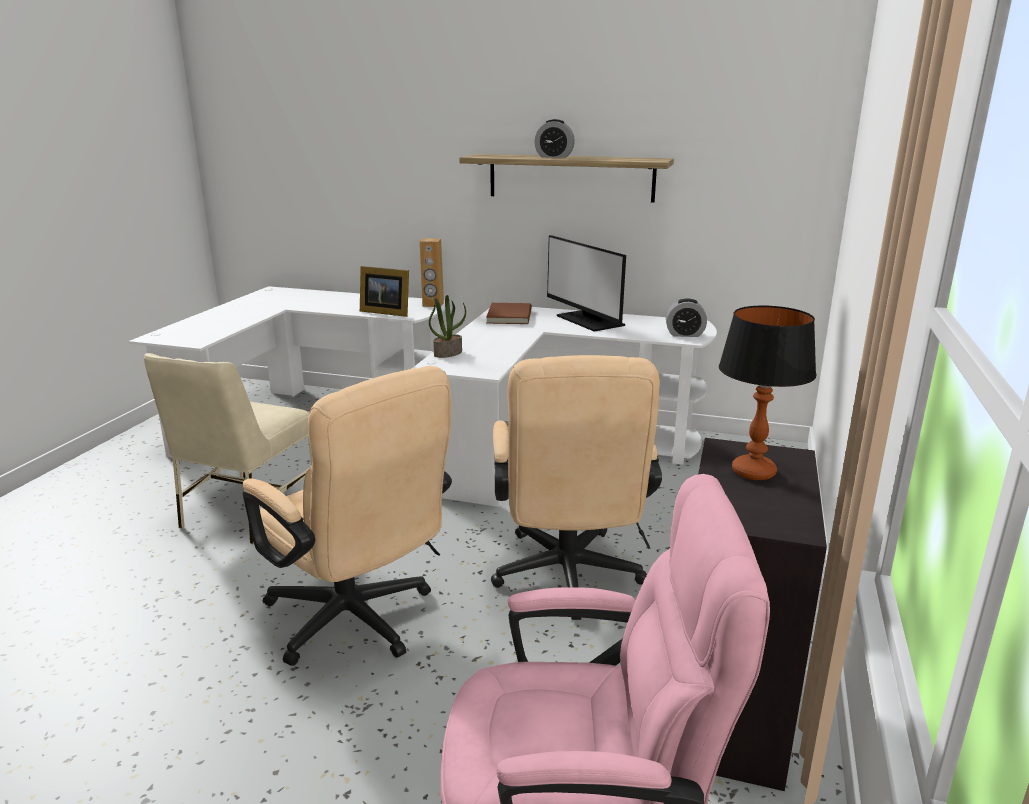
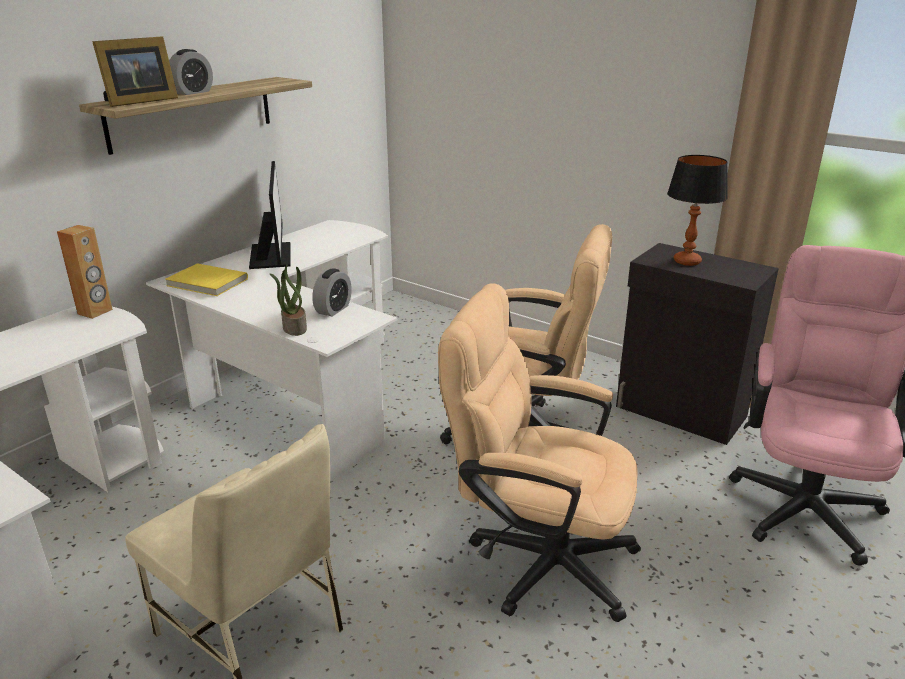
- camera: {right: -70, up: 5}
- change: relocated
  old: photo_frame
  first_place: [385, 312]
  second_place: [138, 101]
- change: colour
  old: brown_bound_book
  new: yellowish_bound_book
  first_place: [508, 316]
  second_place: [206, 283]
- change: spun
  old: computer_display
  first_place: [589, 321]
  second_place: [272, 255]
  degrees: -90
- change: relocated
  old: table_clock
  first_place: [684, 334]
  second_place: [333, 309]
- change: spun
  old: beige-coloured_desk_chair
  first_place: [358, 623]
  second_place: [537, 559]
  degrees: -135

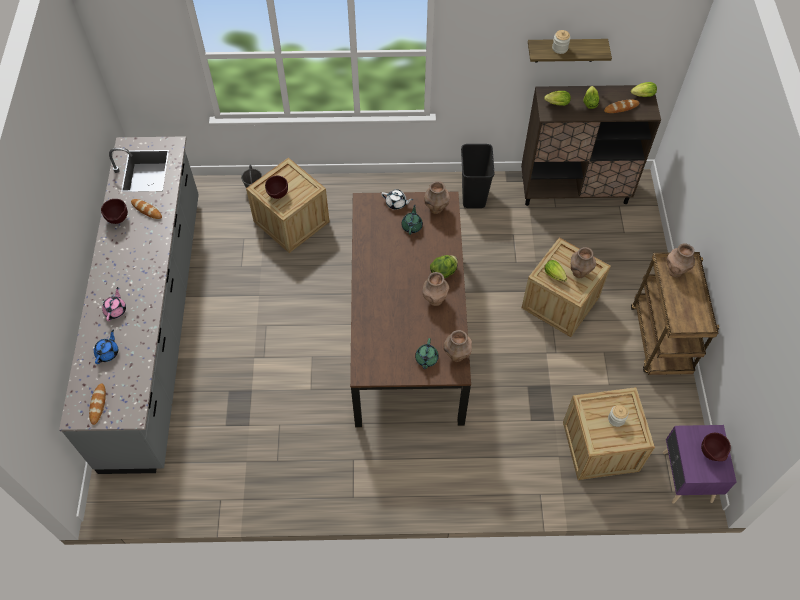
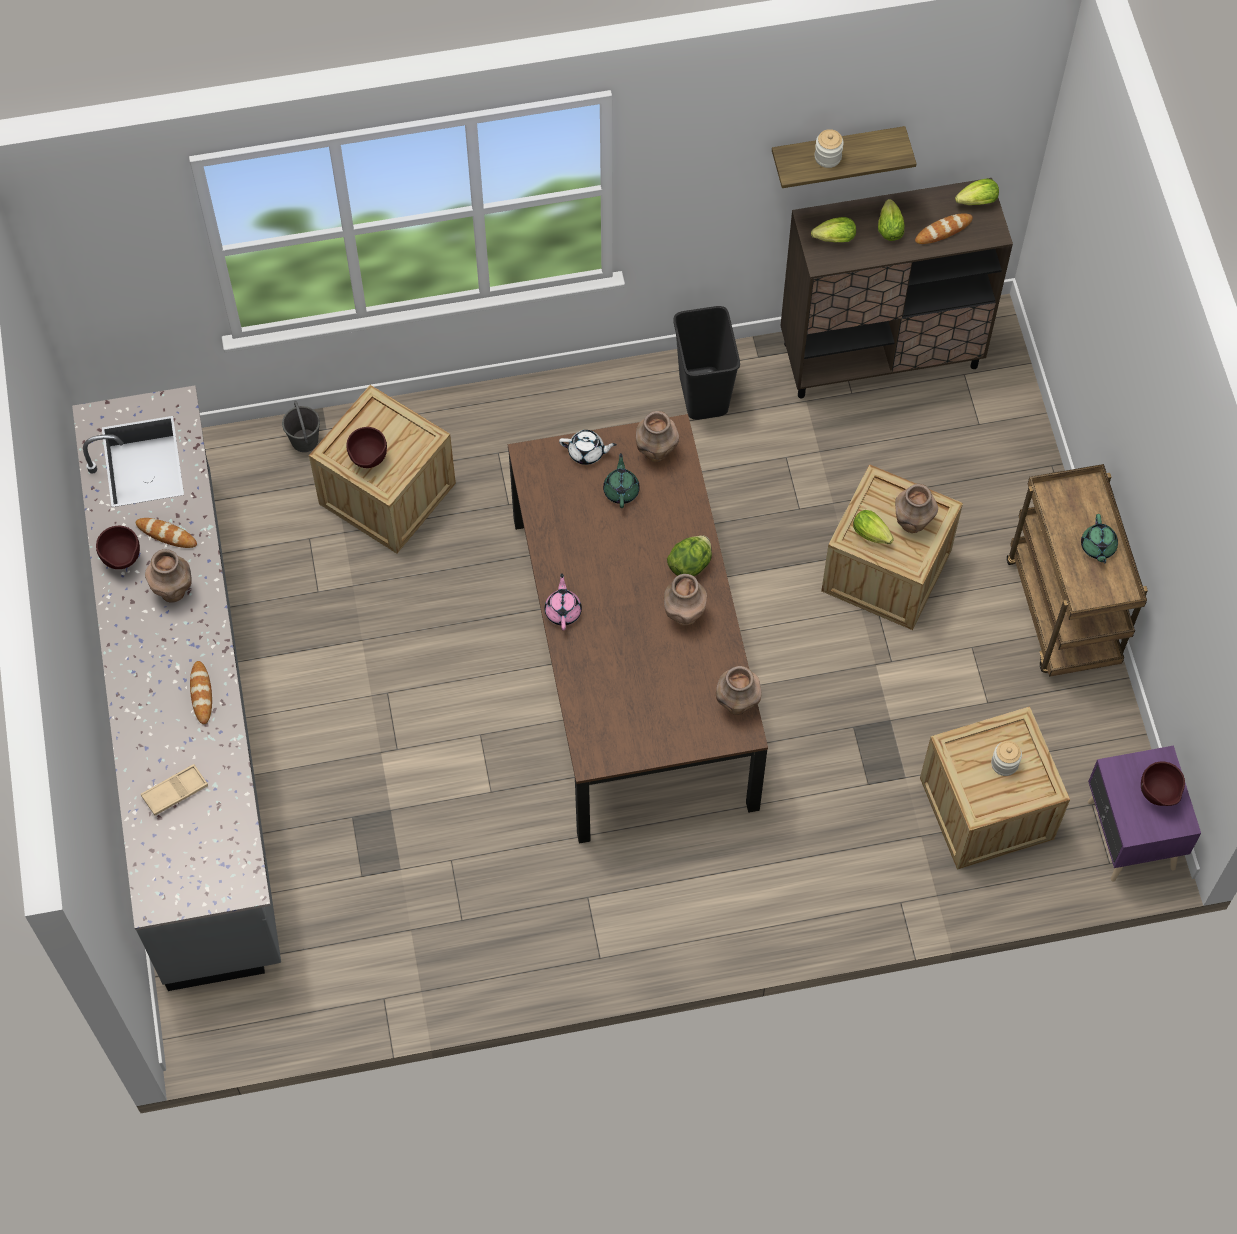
- camera: {right: -10, up: 5}
- change: exchanged
  old: blue_pot_for_tea
  new: beige-coloured_serving_tray
  first_place: [108, 352]
  second_place: [175, 792]
- change: relocated
  old: brown_decorative_vase
  first_place: [675, 271]
  second_place: [173, 591]
- change: relocated
  old: baked_bread
  first_place: [98, 404]
  second_place: [201, 694]
- change: relocated
  old: pinkish_pot_for_tea
  first_place: [116, 310]
  second_place: [563, 611]
- change: relocated
  old: greenish_pot_for_tea
  first_place: [426, 359]
  second_place: [1098, 547]

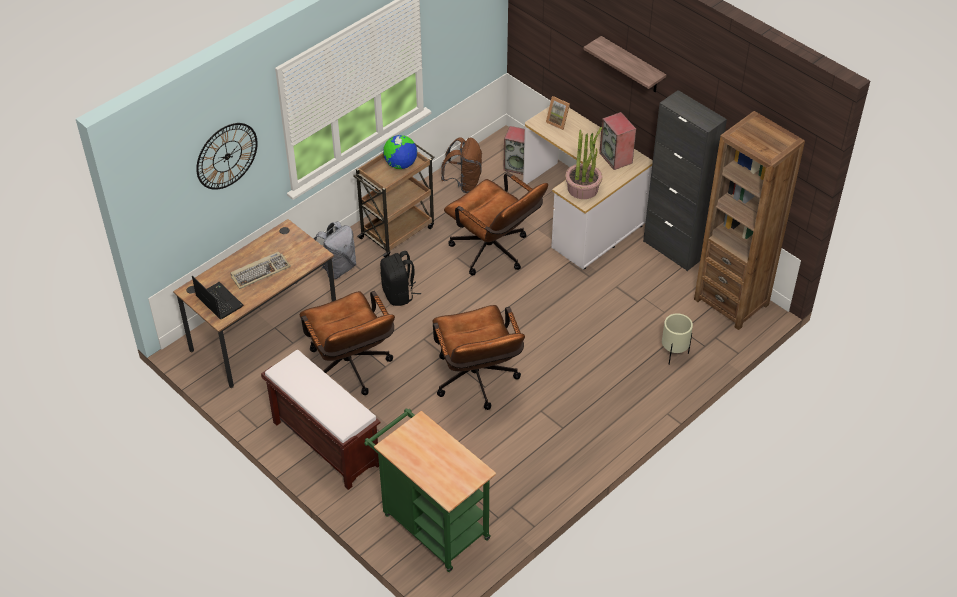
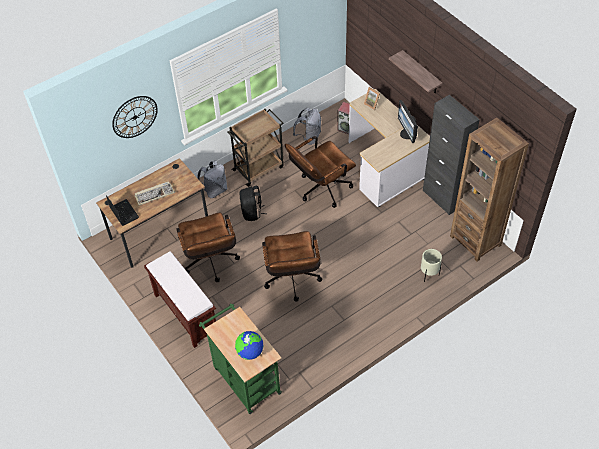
- camera: {right: 10, up: 5}
- change: relocated
  old: globe
  first_place: [400, 164]
  second_place: [250, 352]
- change: spun
  old: brown_desk_chair
  first_place: [494, 254]
  second_place: [320, 190]
  degrees: 90
- change: colour
  old: brown_backpack
  new: grey_backpack
  first_place: [464, 183]
  second_place: [309, 137]
- change: exchanged
  old: audio_speaker
  new: computer_display
  first_place: [616, 158]
  second_place: [407, 134]
- change: missing
  old: houseplant
  first_place: [583, 188]

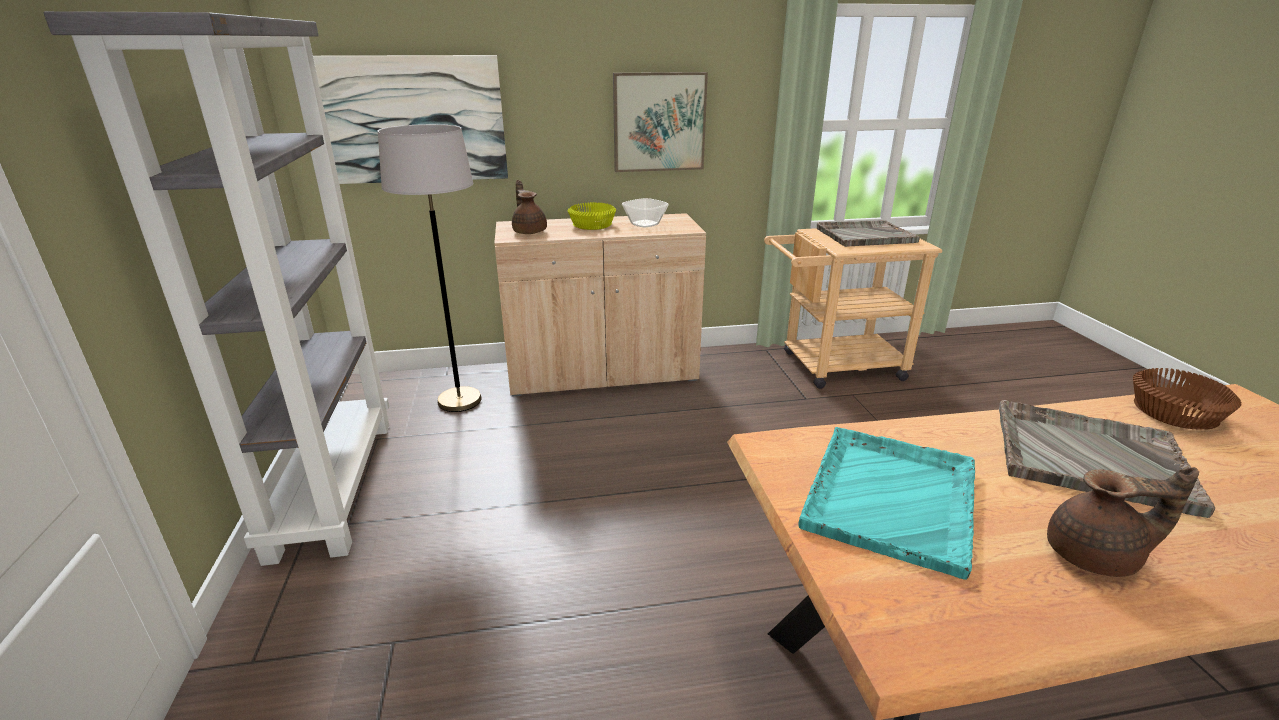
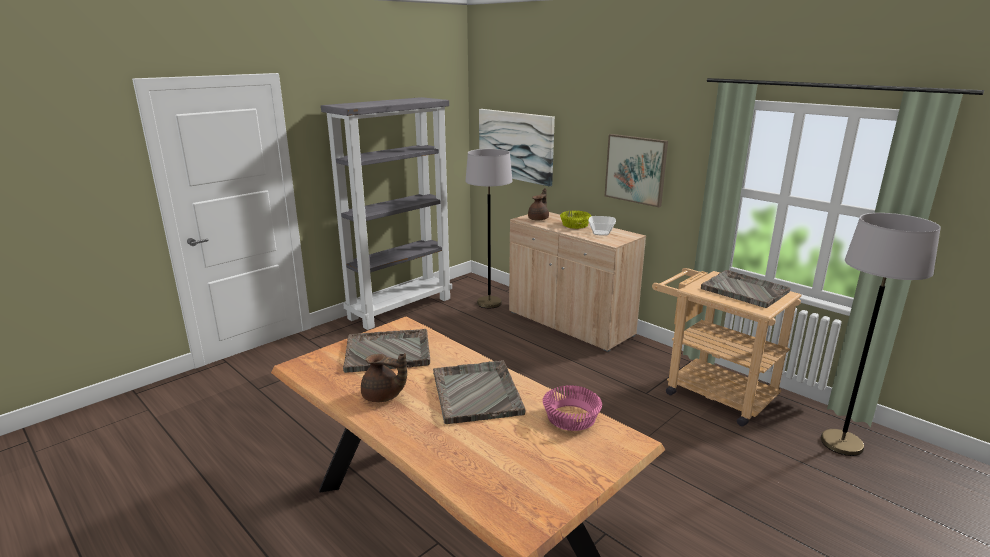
- camera: {right: 55, up: -5}
- change: colour
  old: turquoise-coloured_serving_tray
  new: grey_serving_tray
  first_place: [891, 496]
  second_place: [388, 352]
- change: spun
  old: brown_pot_for_tea
  first_place: [1095, 557]
  second_place: [383, 397]
  degrees: -45
- change: colour
  old: brown_deep_dish
  new: pinkish_deep_dish
  first_place: [1174, 412]
  second_place: [572, 417]
- change: appeared
  new: grey_standing_lamp
  second_place: [841, 443]

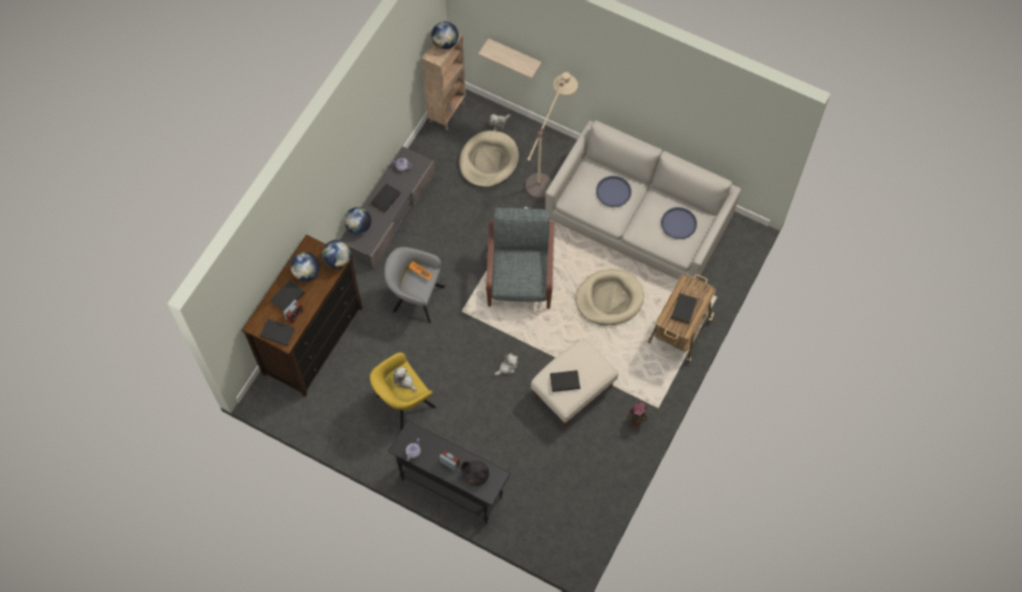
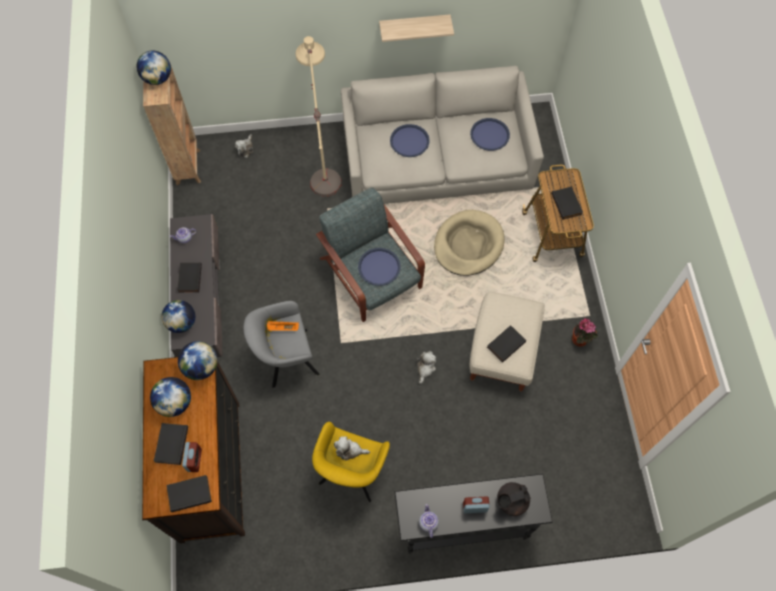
- camera: {right: -35, up: 0}
- change: appeared
  new: blue_serving_tray
  second_place: [379, 267]
- change: relocated
  old: bracket_shelf
  first_place: [514, 56]
  second_place: [414, 26]
- change: missing
  old: beige-coloured_dog_bed
  first_place: [488, 161]

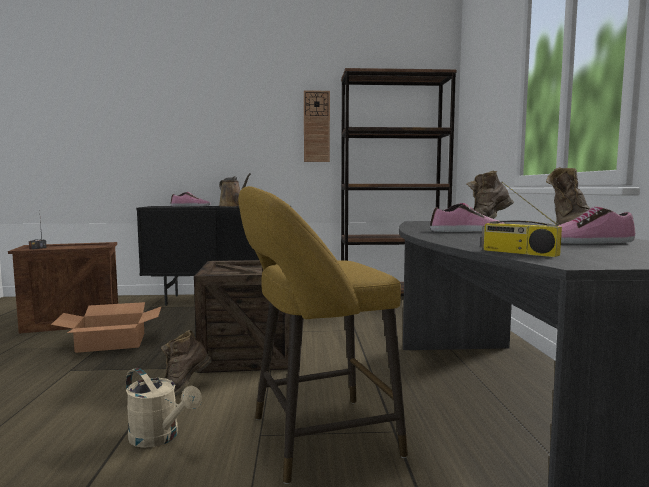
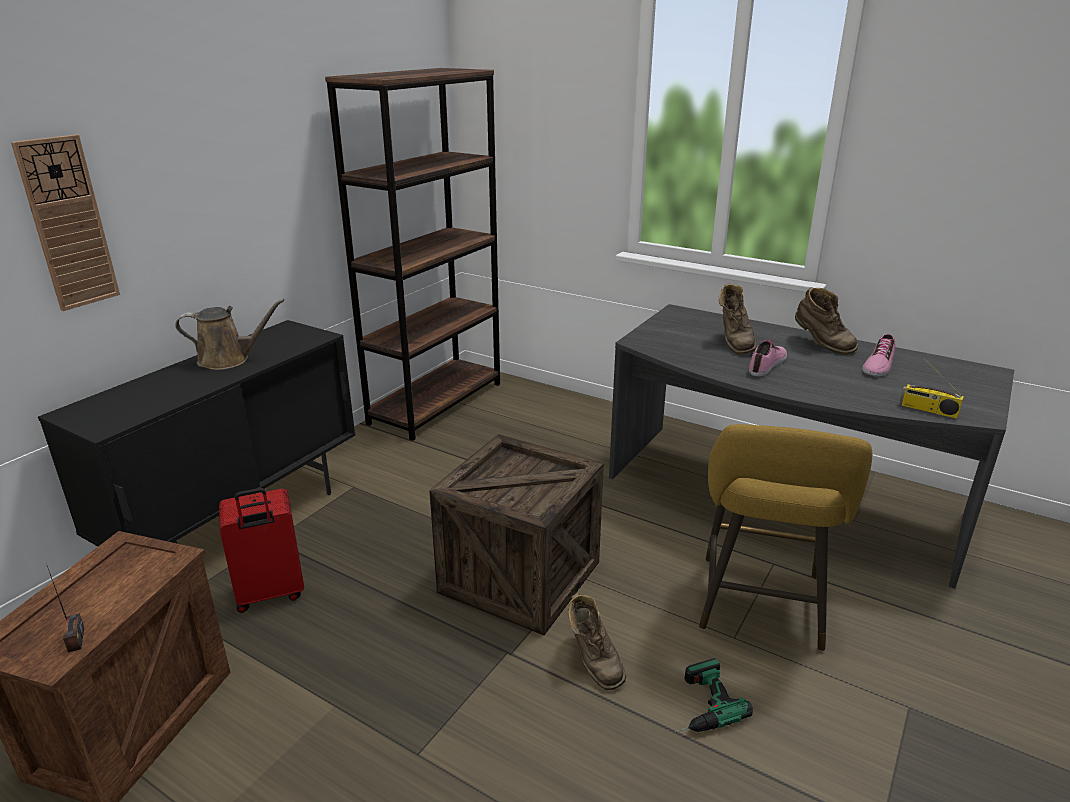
- camera: {right: -55, up: 20}
- change: relocated
  old: hanging_clock
  first_place: [316, 126]
  second_place: [68, 224]
- change: appeared
  new: reddish_piece_of_luggage
  second_place: [270, 594]
- change: exchanged
  old: beige-coloured_watering_can
  new: drill
  first_place: [160, 437]
  second_place: [698, 705]
- change: spun
  old: radio_receiver
  first_place: [518, 253]
  second_place: [928, 410]
  degrees: 45
- change: missing
  old: carton
  first_place: [111, 342]
- change: missing
  old: low_shoe
  first_place: [190, 206]

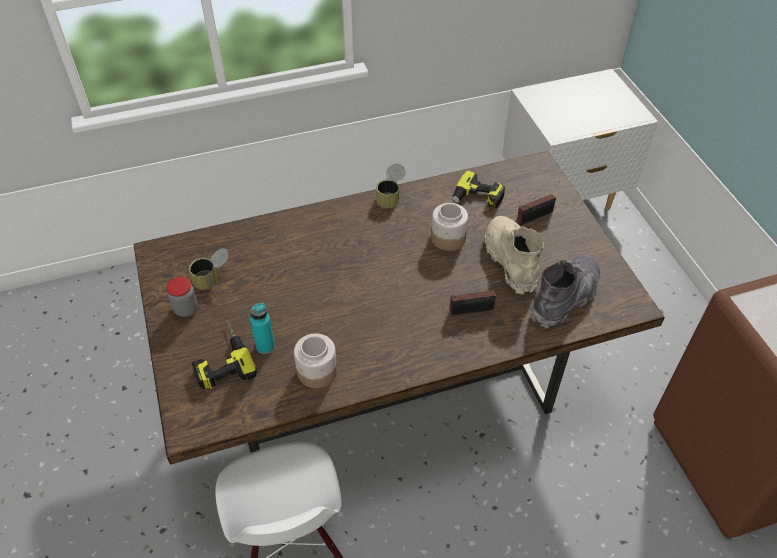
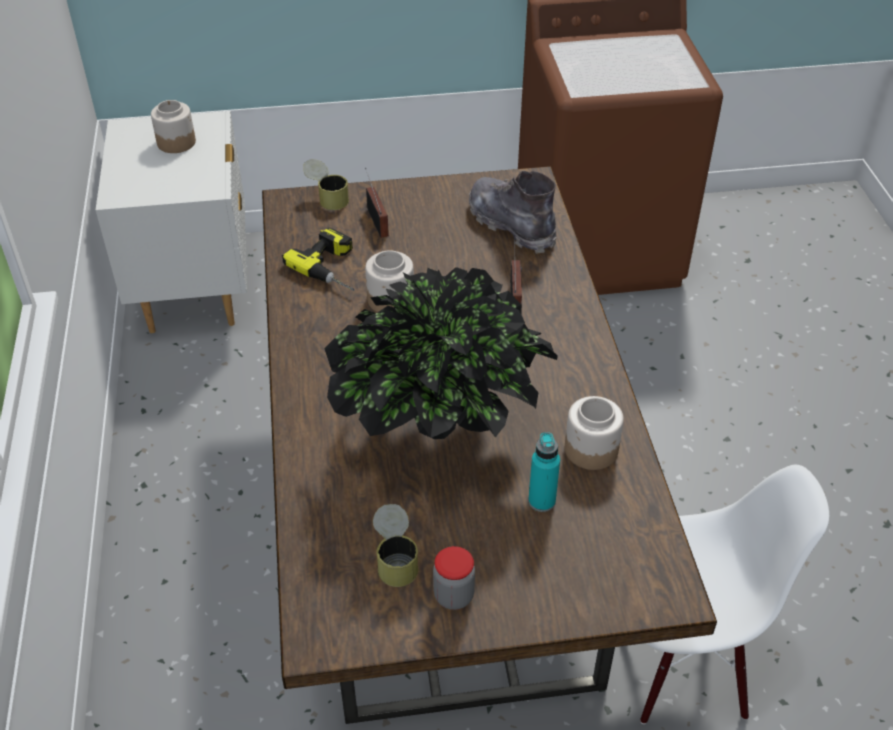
- camera: {right: -80, up: -5}
- change: appeared
  new: storage_jar
  second_place: [176, 142]
- change: relocated
  old: metal_can
  first_place: [391, 196]
  second_place: [327, 198]
- change: appeared
  new: houseplant
  second_place: [439, 431]
- change: missing
  old: drill
  first_place: [220, 358]
- change: missing
  old: beige-coloured_tall_boot
  first_place: [511, 261]

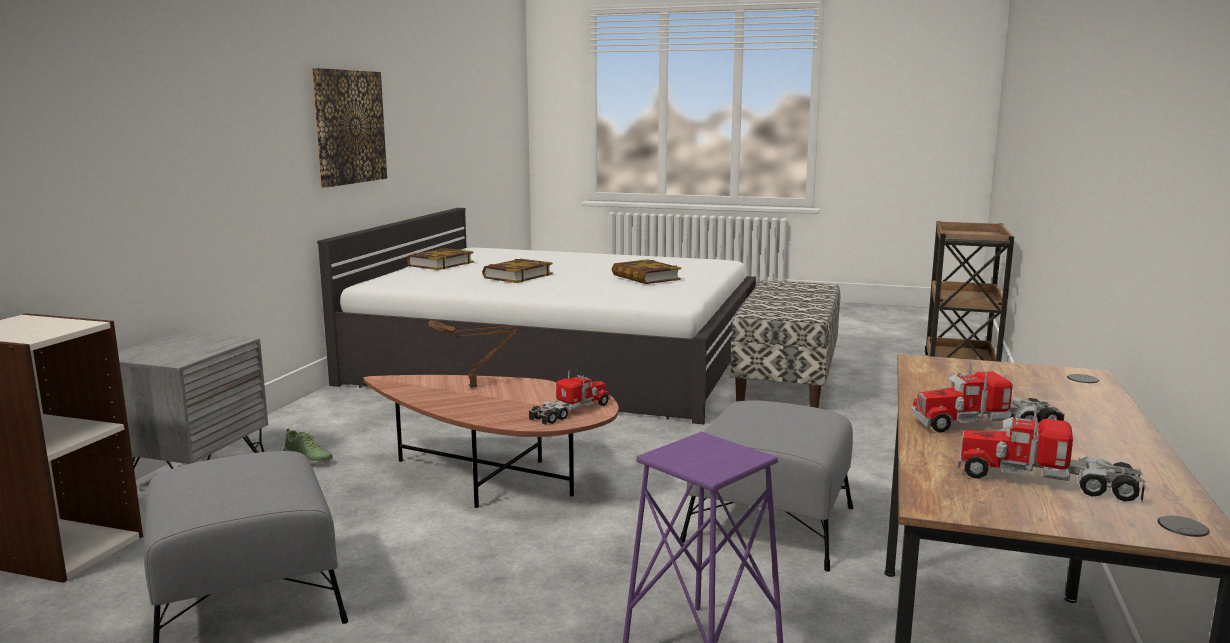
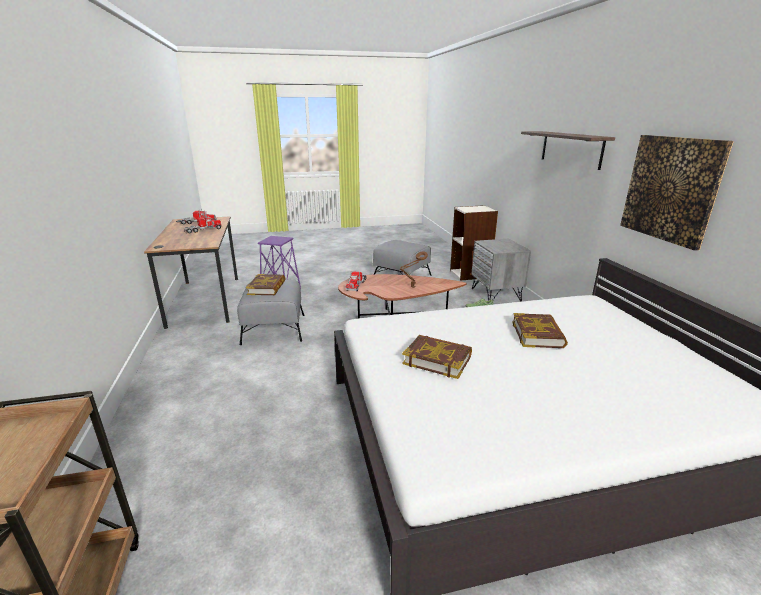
- camera: {right: 150, up: 10}
- change: relocated
  old: bound_book
  first_place: [440, 264]
  second_place: [267, 288]
- change: appeared
  new: bracket_shelf
  second_place: [571, 149]
- change: missing
  old: bench
  first_place: [786, 381]

